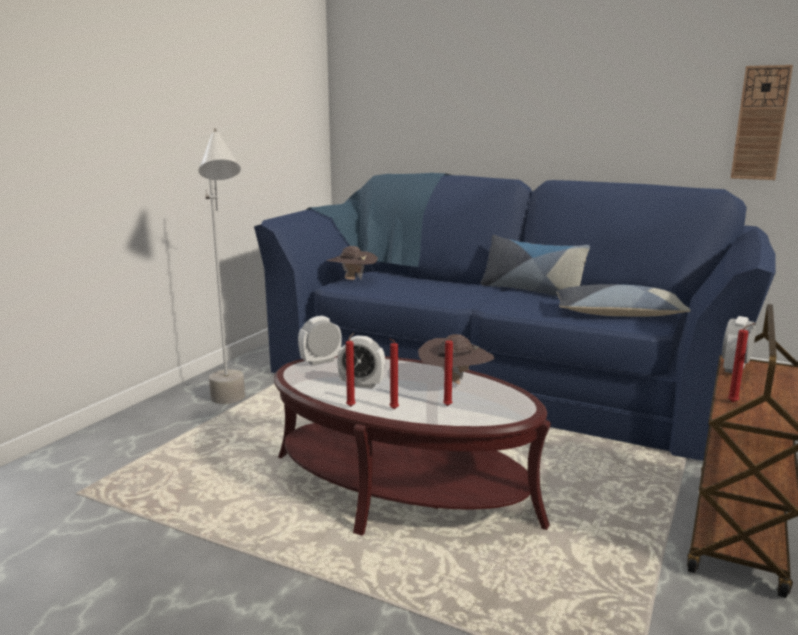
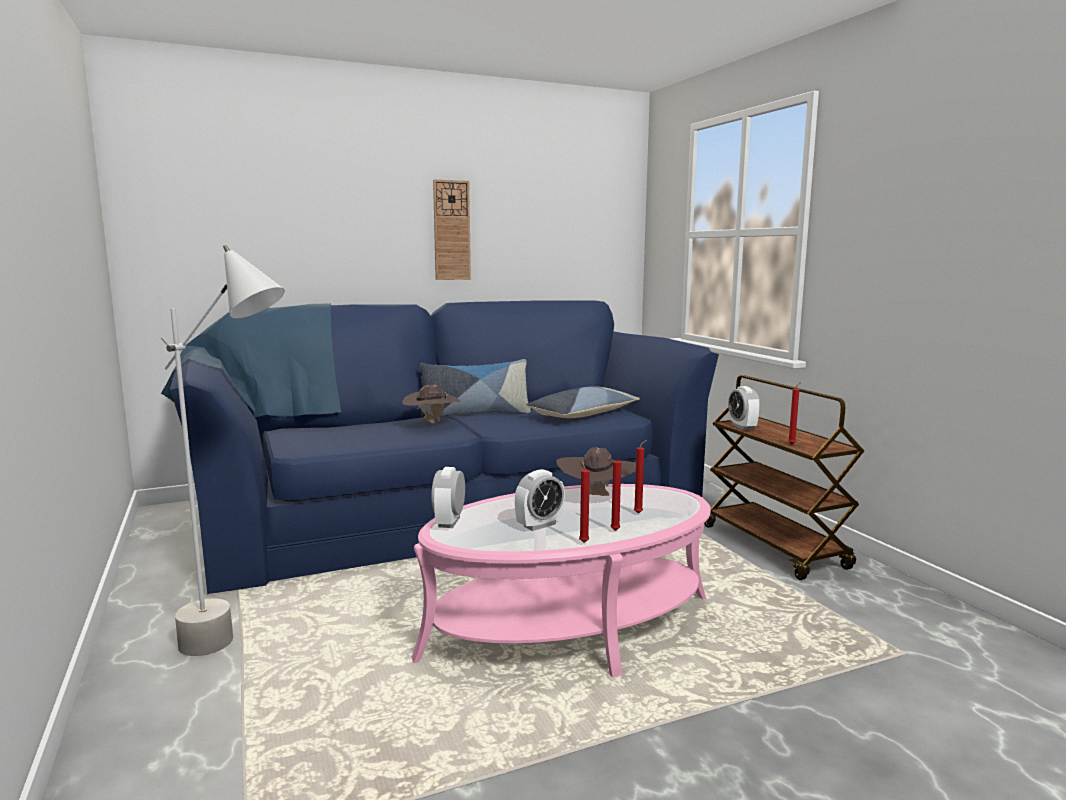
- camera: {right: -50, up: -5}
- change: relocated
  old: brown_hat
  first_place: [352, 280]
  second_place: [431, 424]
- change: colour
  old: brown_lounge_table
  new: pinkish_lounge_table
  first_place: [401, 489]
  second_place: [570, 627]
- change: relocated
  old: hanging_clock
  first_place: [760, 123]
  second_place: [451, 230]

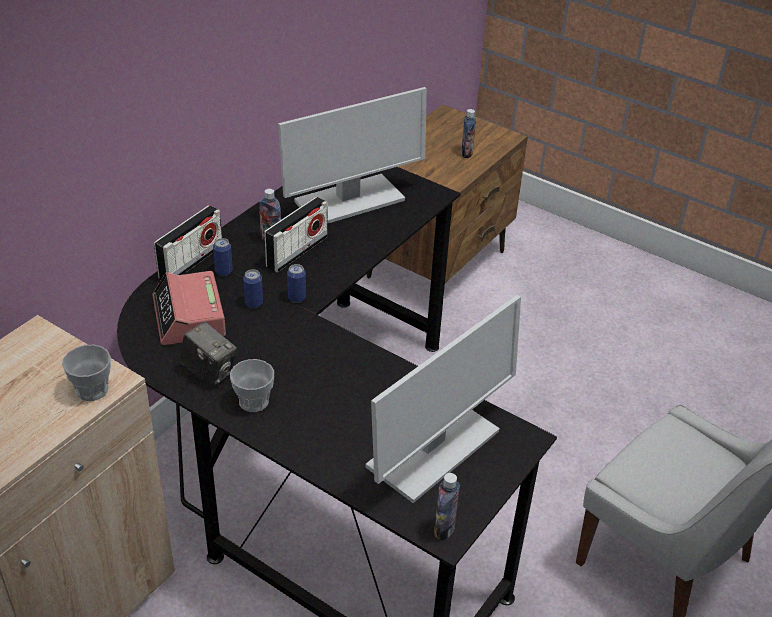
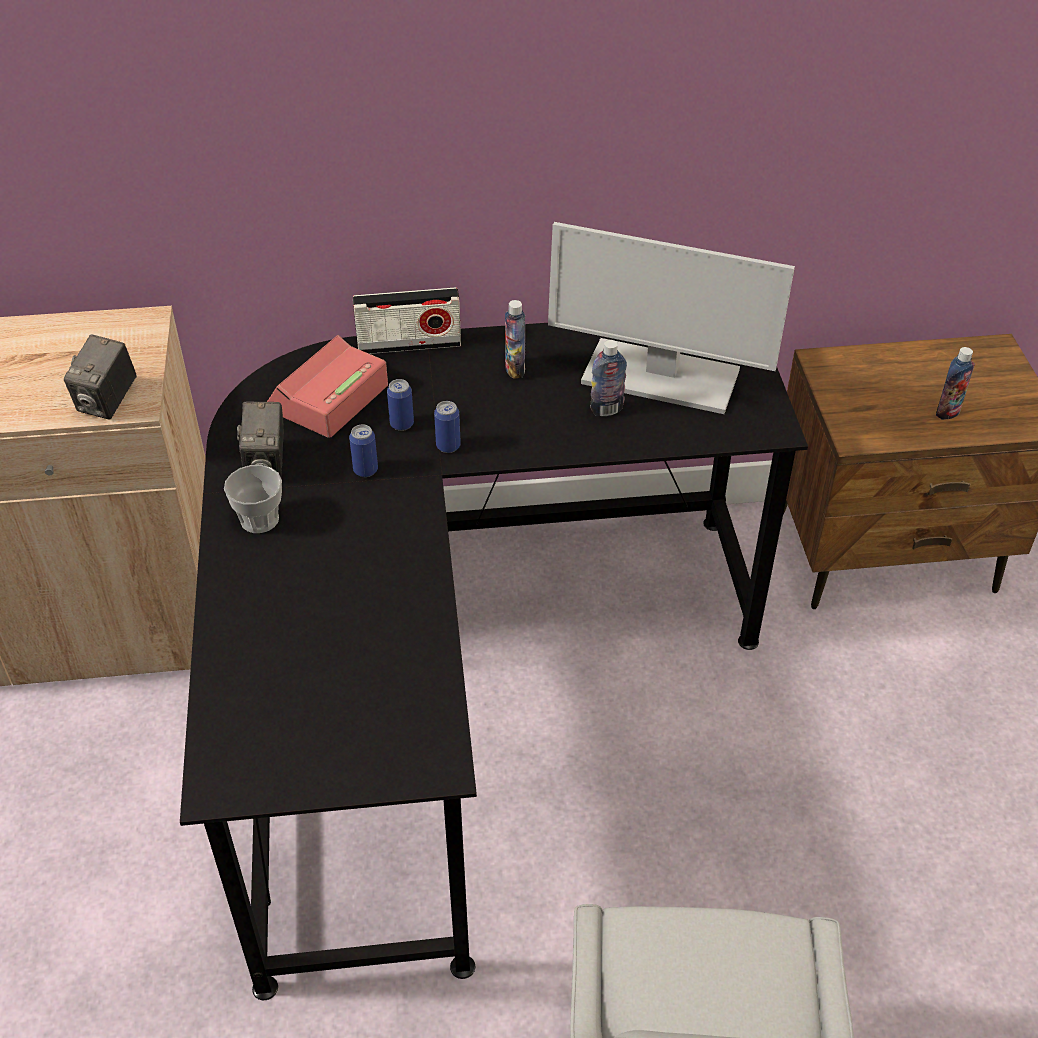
- camera: {right: 50, up: 5}
- change: exchanged
  old: drinking_cup
  new: photo_camera
  first_place: [92, 390]
  second_place: [108, 402]
- change: relocated
  old: metal_can
  first_place: [224, 271]
  second_place: [365, 470]
- change: relocated
  old: bottle
  first_place: [444, 529]
  second_place: [606, 409]
- change: missing
  old: radio_receiver
  first_place: [297, 252]
- change: missing
  old: computer_display
  first_place: [433, 450]

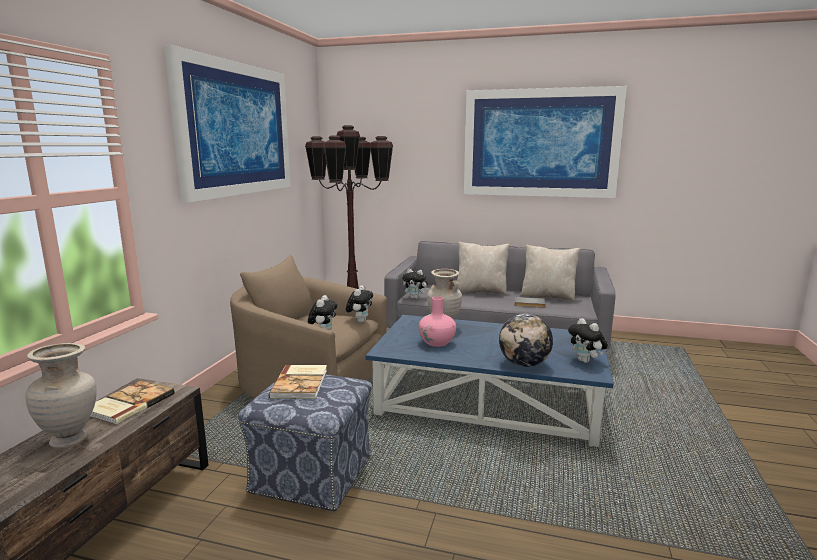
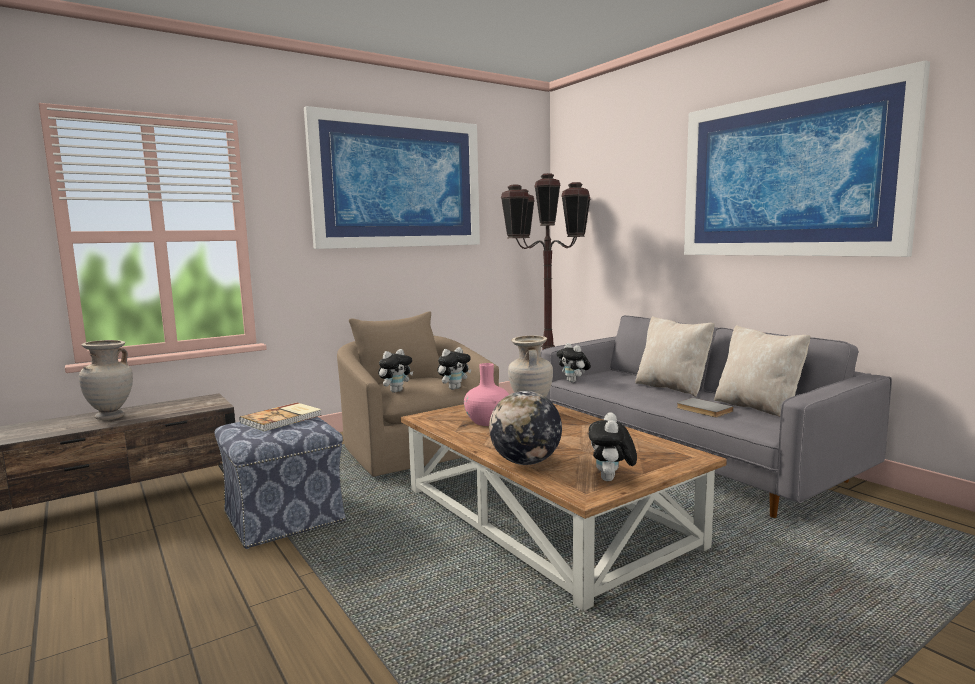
- camera: {right: 40, up: -5}
- change: colour
  old: blue_lounge_table
  new: brown_lounge_table
  first_place: [489, 401]
  second_place: [546, 516]
- change: missing
  old: bound_book
  first_place: [128, 404]

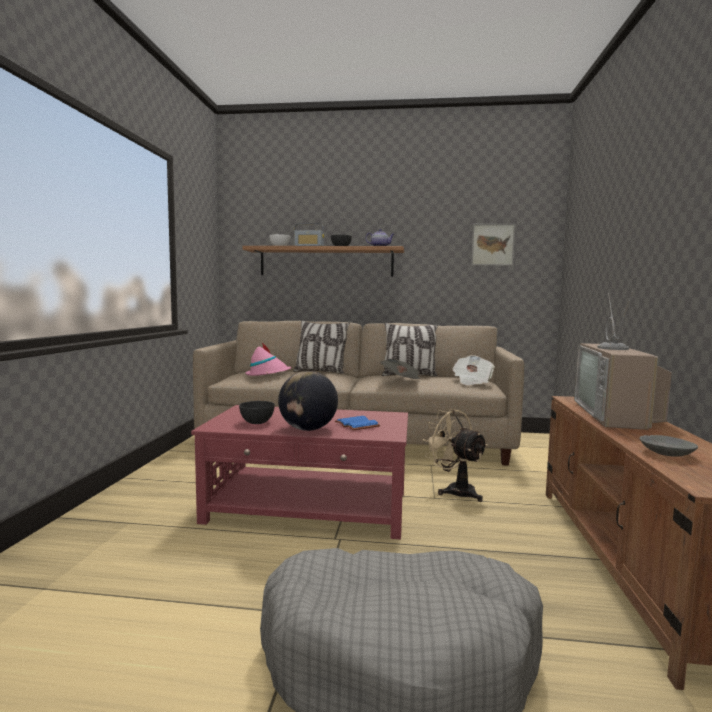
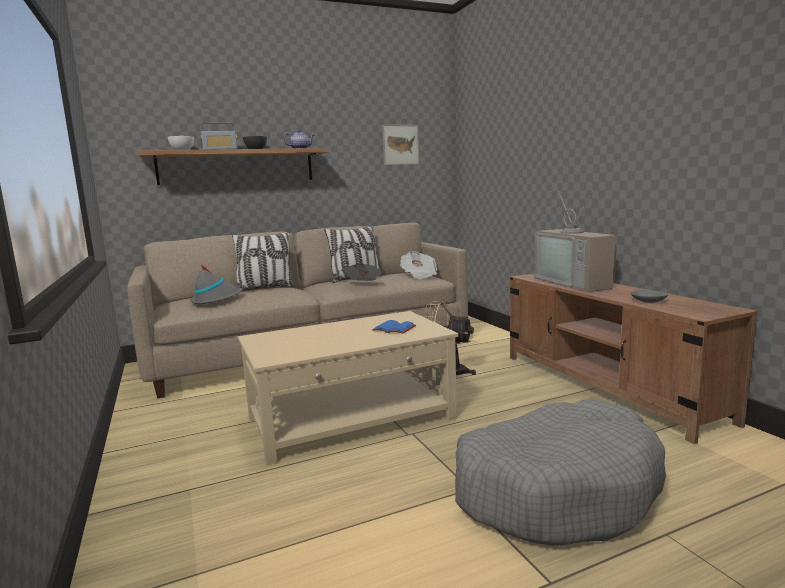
- camera: {right: -30, up: 5}
- change: colour
  old: pinkish_hat
  new: grey_hat
  first_place: [268, 374]
  second_place: [216, 300]
- change: colour
  old: reddish_lounge_table
  new: beige-coloured_lounge_table
  first_place: [309, 507]
  second_place: [352, 418]
- change: missing
  old: grey_deep_dish
  first_place: [256, 422]
- change: missing
  old: globe
  first_place: [308, 429]

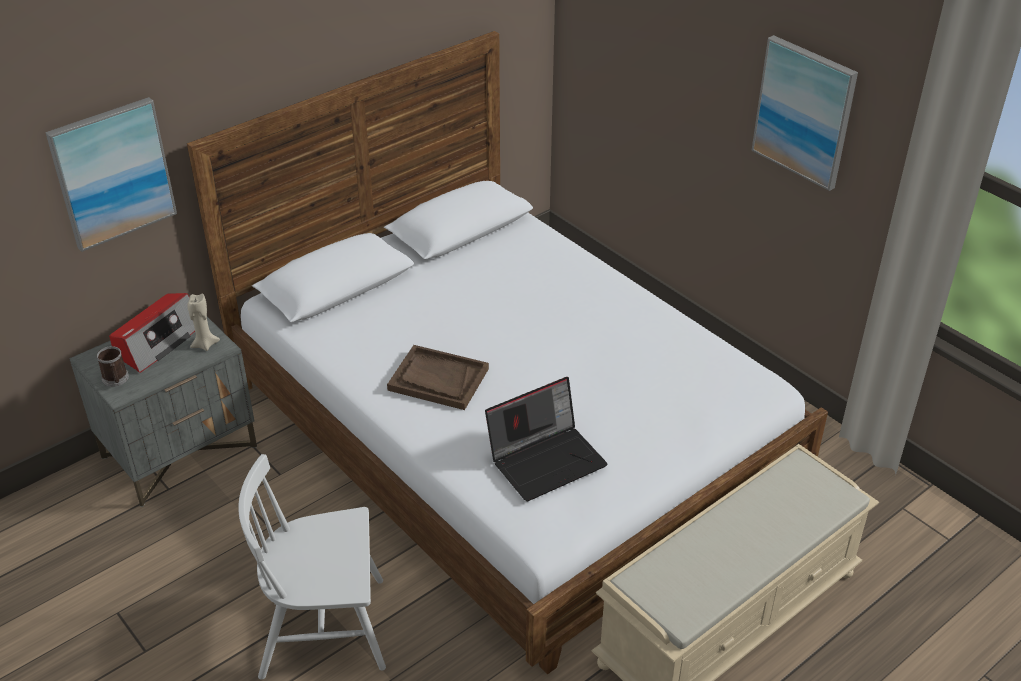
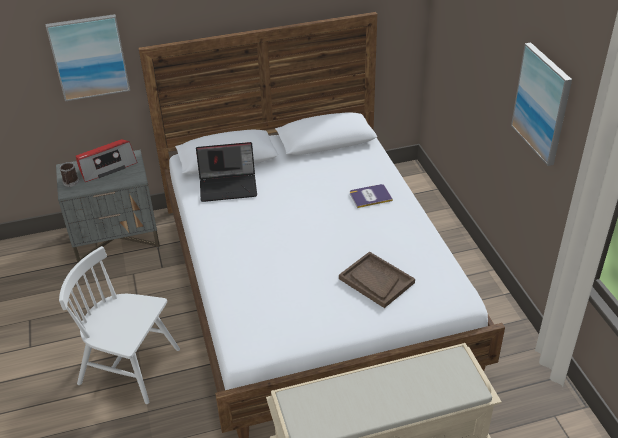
- camera: {right: 25, up: 0}
- change: relocated
  old: laptop
  first_place: [547, 459]
  second_place: [229, 186]
- change: relocated
  old: brown_serving_tray
  first_place: [438, 379]
  second_place: [376, 281]
- change: appeared
  new: bound_book
  second_place: [370, 196]
- change: missing
  old: beige-coloured_candle
  first_place: [205, 344]

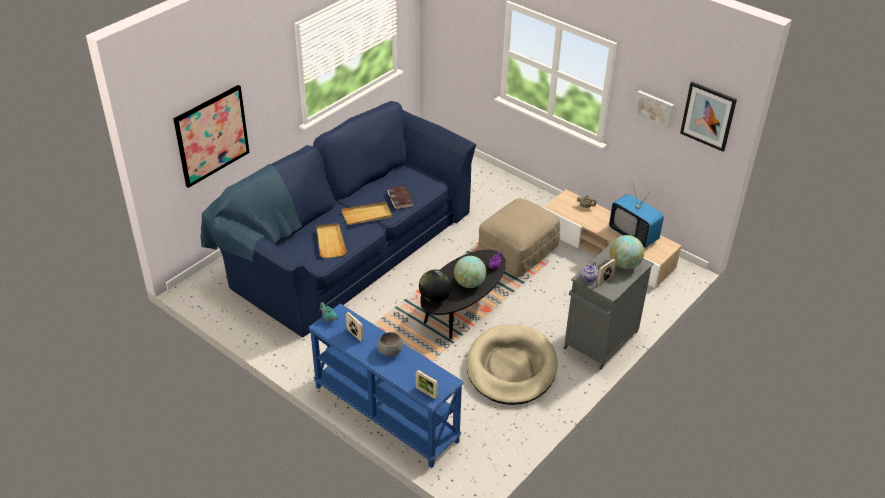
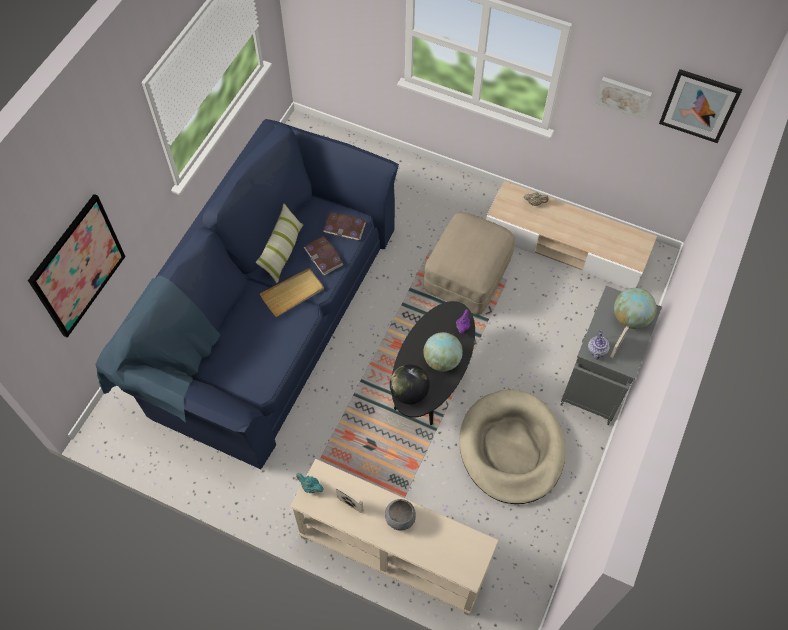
- camera: {right: -15, up: 20}
- change: appeared
  new: cushion
  second_place: [282, 252]
- change: colour
  old: blue_hall_table
  new: beige-coloured_hall_table
  first_place: [384, 414]
  second_place: [392, 554]
- change: appeared
  new: bound_book
  second_place: [345, 227]
- change: missing
  old: beige-coloured_serving_tray
  first_place: [330, 242]
- change: missing
  old: photo_frame
  first_place: [426, 393]
- change: missing
  old: TV_set
  first_place: [633, 235]

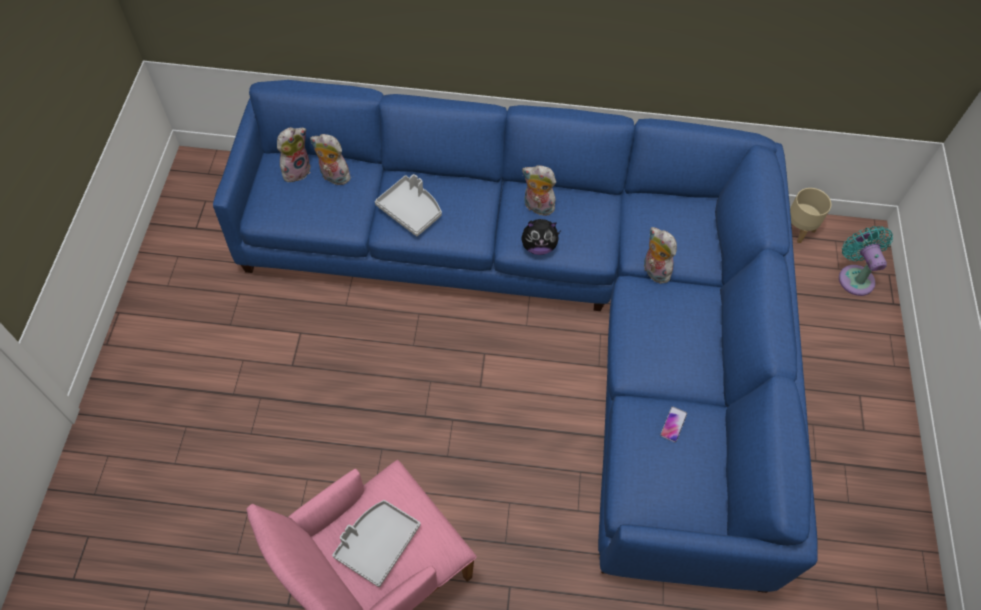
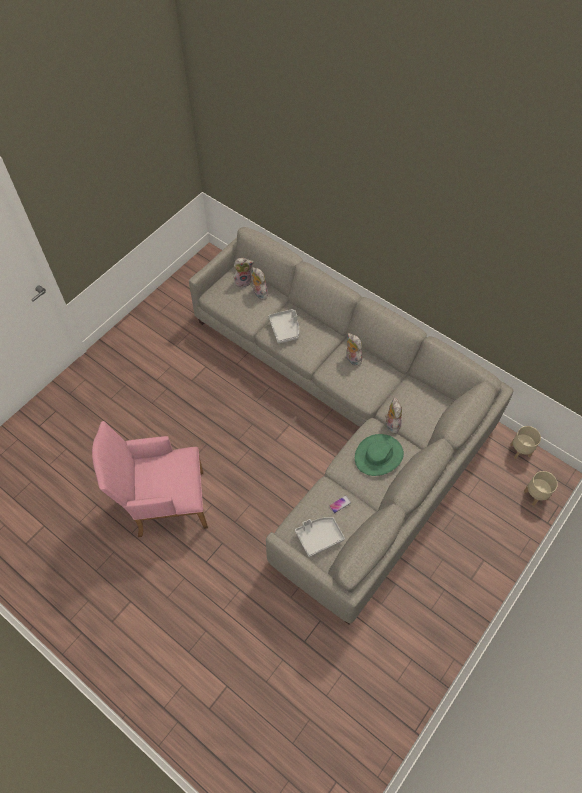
- camera: {right: 35, up: 0}
- change: colour
  old: blue_settee
  new: grey_settee
  first_place: [555, 305]
  second_place: [344, 419]
- change: relocated
  old: grey_serving_tray
  first_place: [377, 543]
  second_place: [319, 536]
- change: appeared
  new: greenish_hat
  second_place: [379, 456]
- change: exchanged
  old: turquoise-coloured_cooling_fan
  new: beige-coloured_plant_pot
  first_place: [854, 276]
  second_place: [535, 495]
- change: missing
  old: cuddly_toy
  first_place: [538, 246]

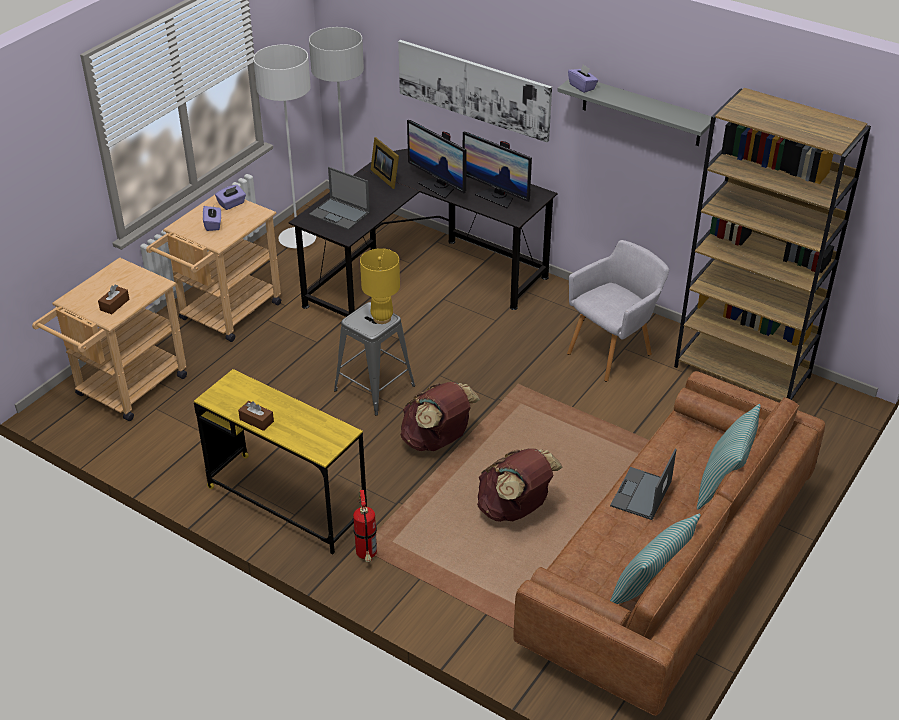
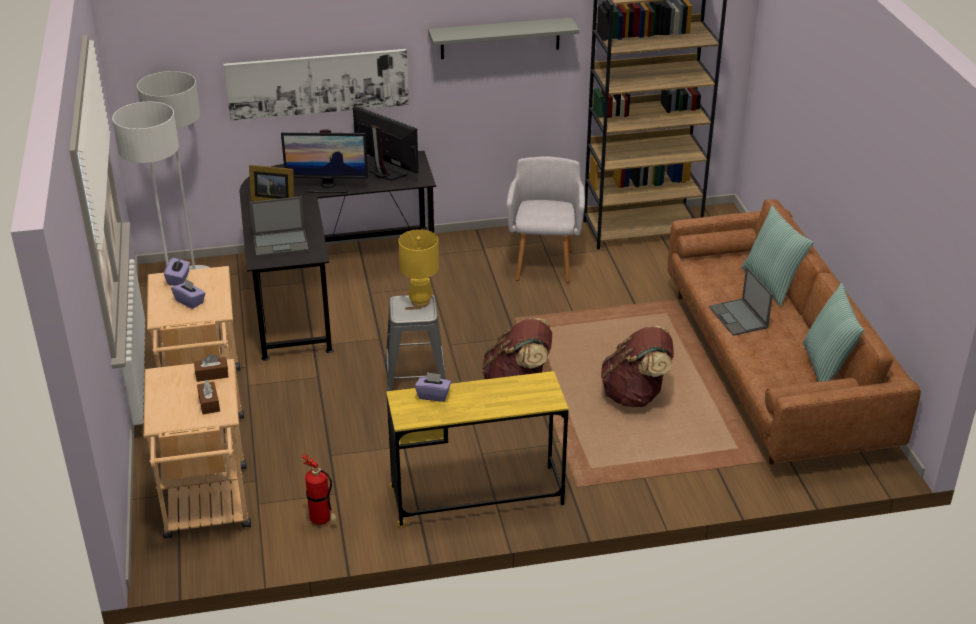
- camera: {right: -45, up: -5}
- change: relocated
  old: brown_box_of_tissues
  first_place: [256, 420]
  second_place: [212, 374]
- change: relocated
  old: extinguisher
  first_place: [366, 556]
  second_place: [322, 521]
- change: spun
  old: computer_display
  first_place: [497, 197]
  second_place: [385, 173]
  degrees: -135
- change: relocated
  old: purple_box_of_tissues
  first_place: [582, 87]
  second_place: [433, 395]

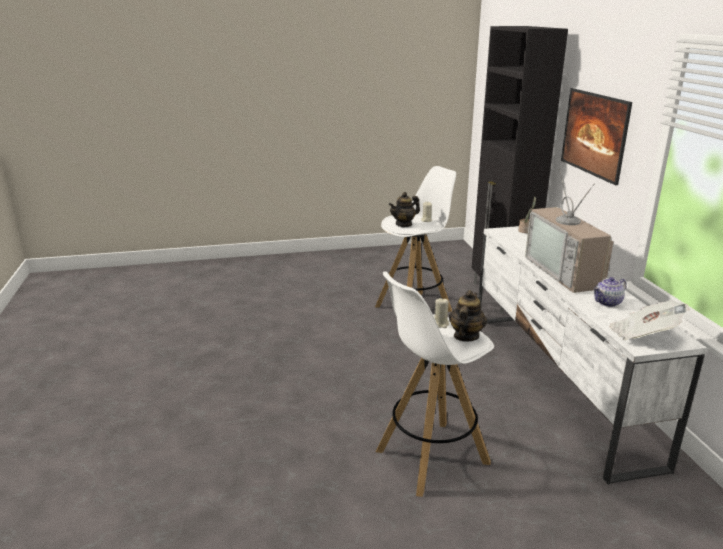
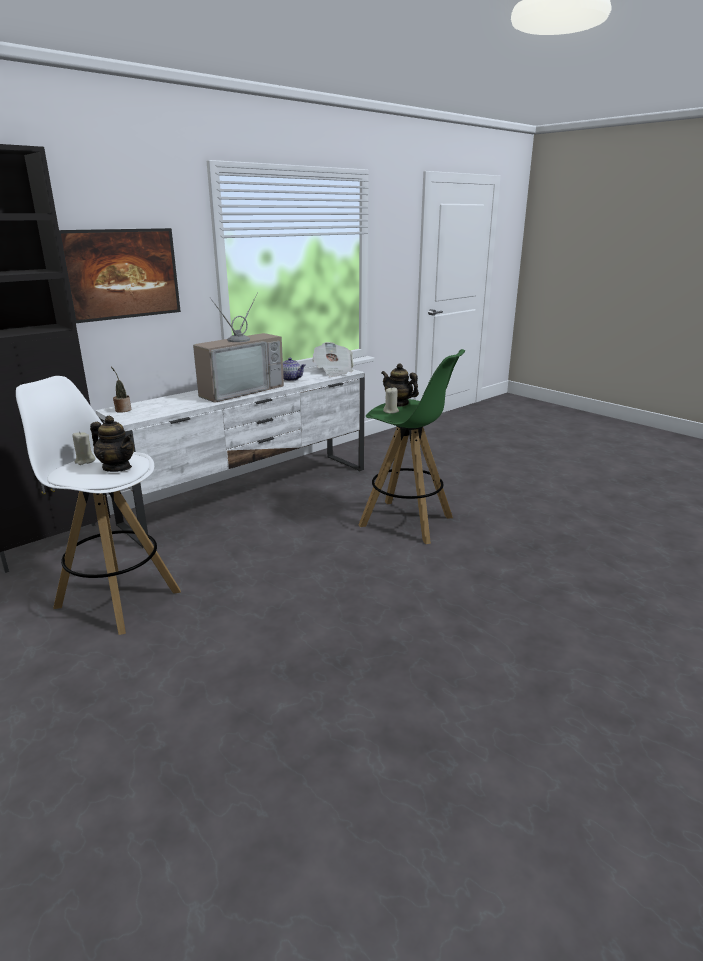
- camera: {right: -120, up: 0}
- change: colour
  old: white_stool
  new: greenish_stool
  first_place: [430, 457]
  second_place: [407, 522]
- change: spun
  old: pot_for_tea
  first_place: [465, 336]
  second_place: [398, 404]
  degrees: 45

